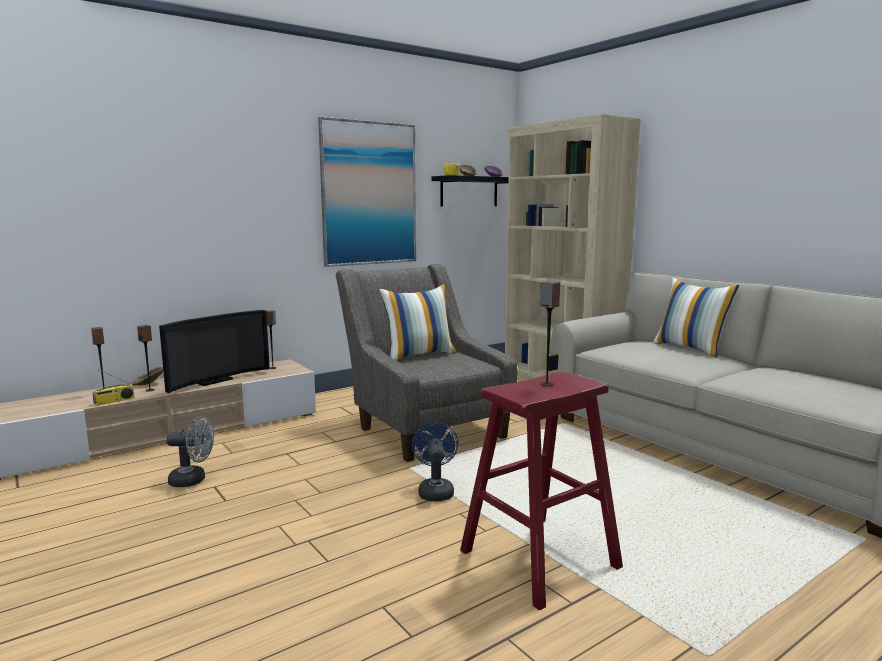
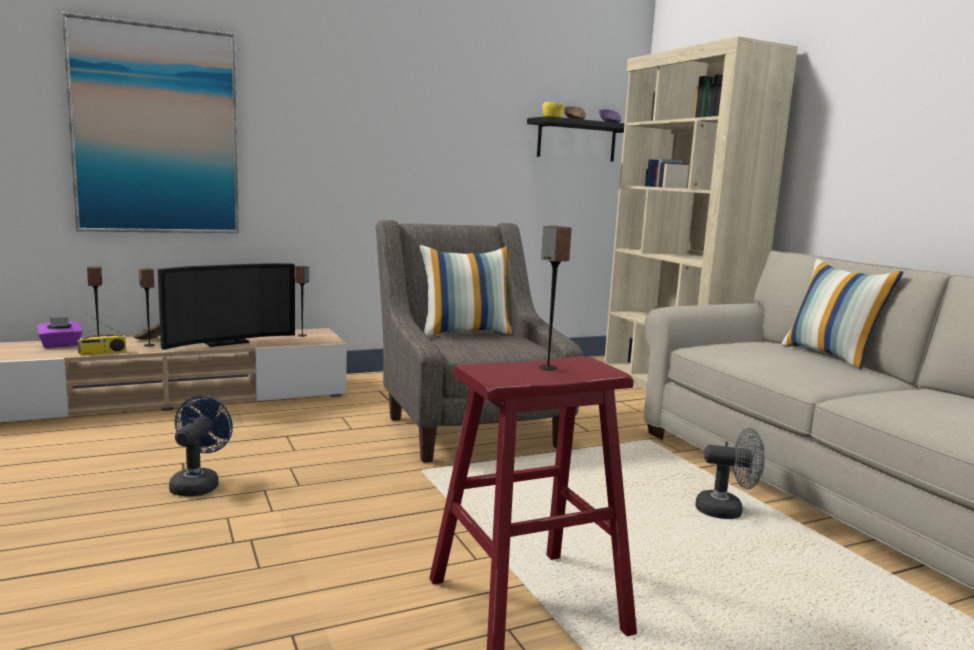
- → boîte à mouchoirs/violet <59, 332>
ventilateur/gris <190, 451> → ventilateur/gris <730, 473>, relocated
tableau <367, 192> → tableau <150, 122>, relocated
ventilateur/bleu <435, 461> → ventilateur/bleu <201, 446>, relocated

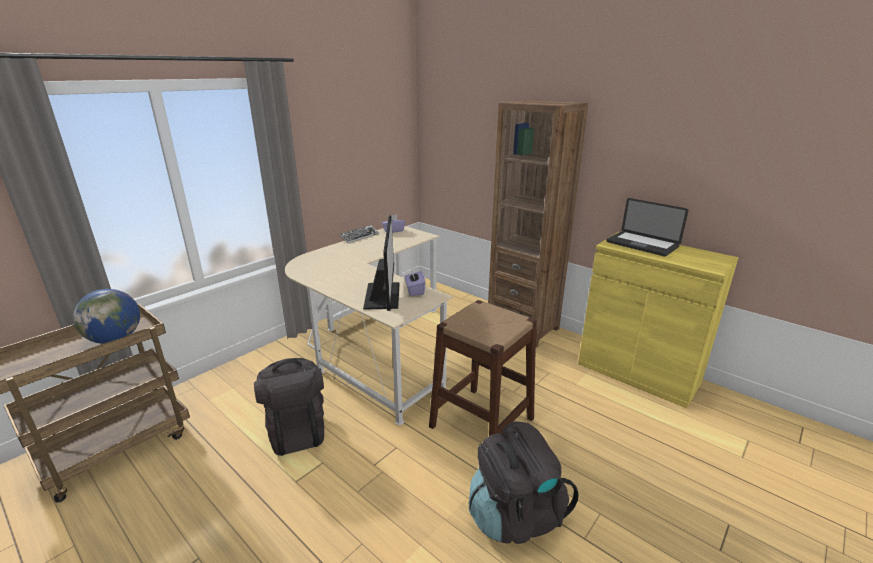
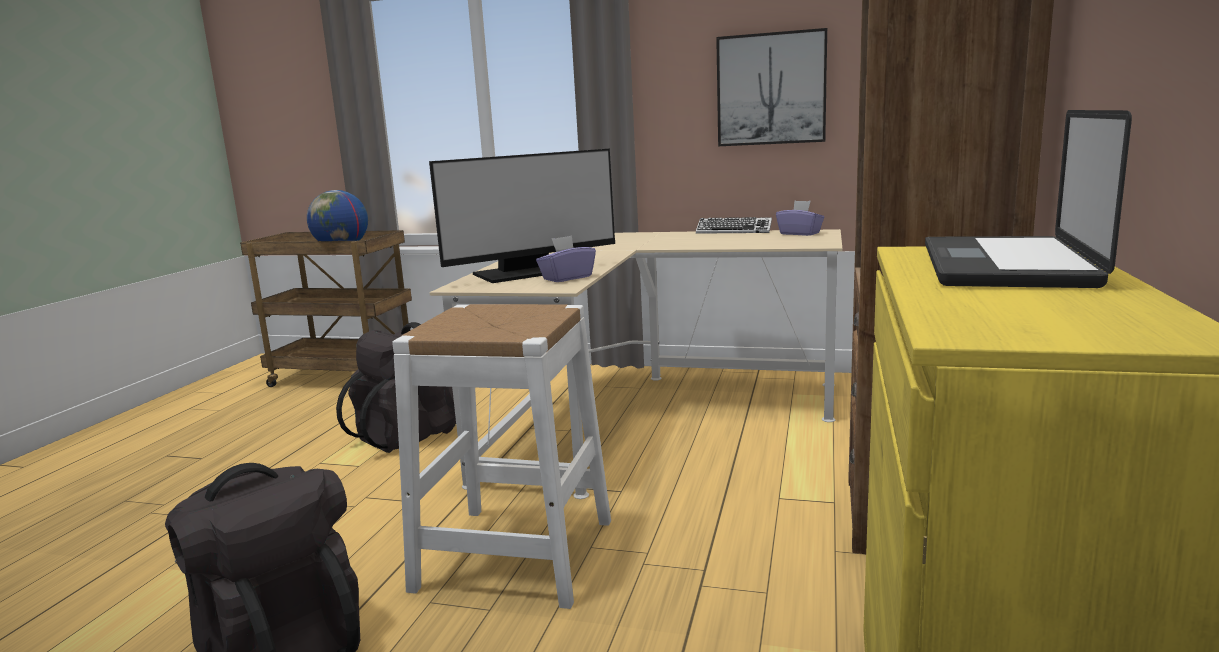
- → tableau <771, 87>
tabouret/marron <483, 368> → tabouret/blanc <501, 456>

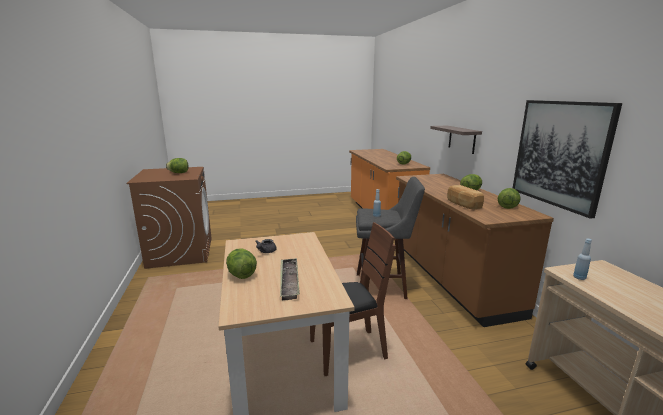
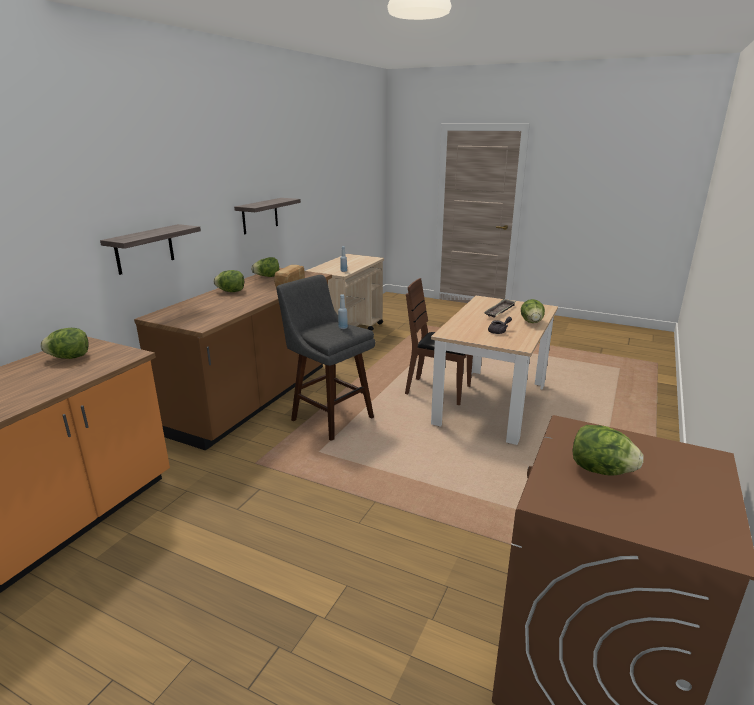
tableau <567, 159> → étagère <267, 216>

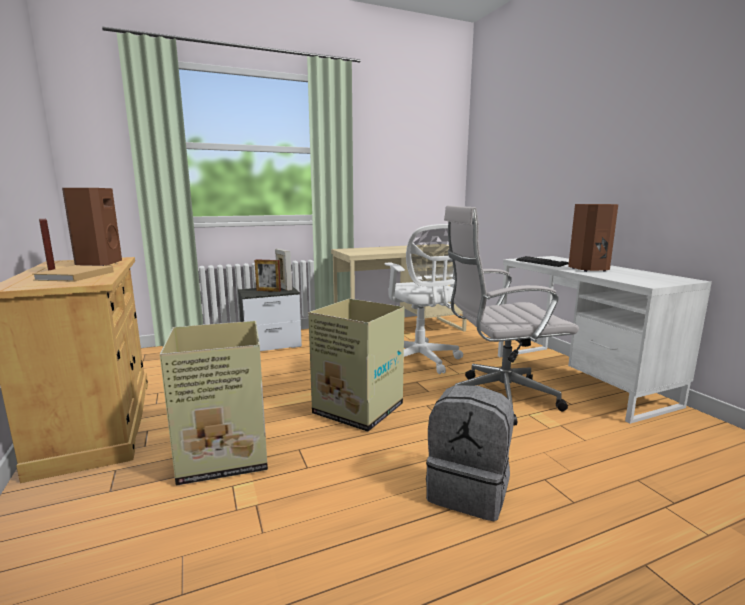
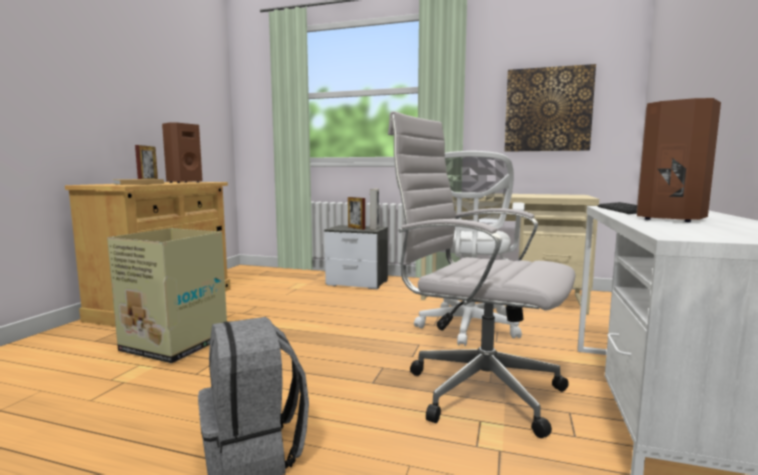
carton <356, 365> → -
- → tableau <550, 108>

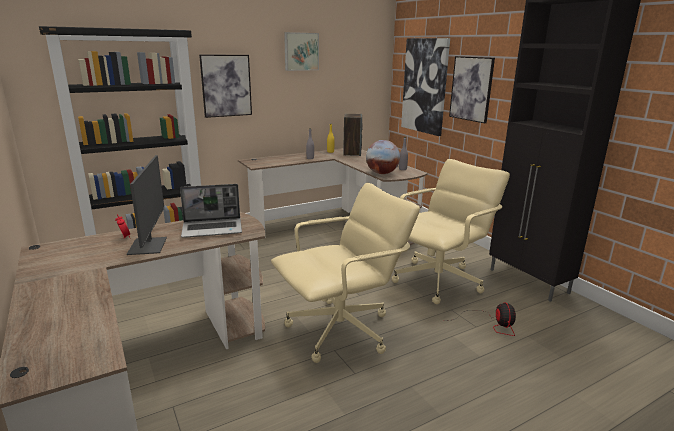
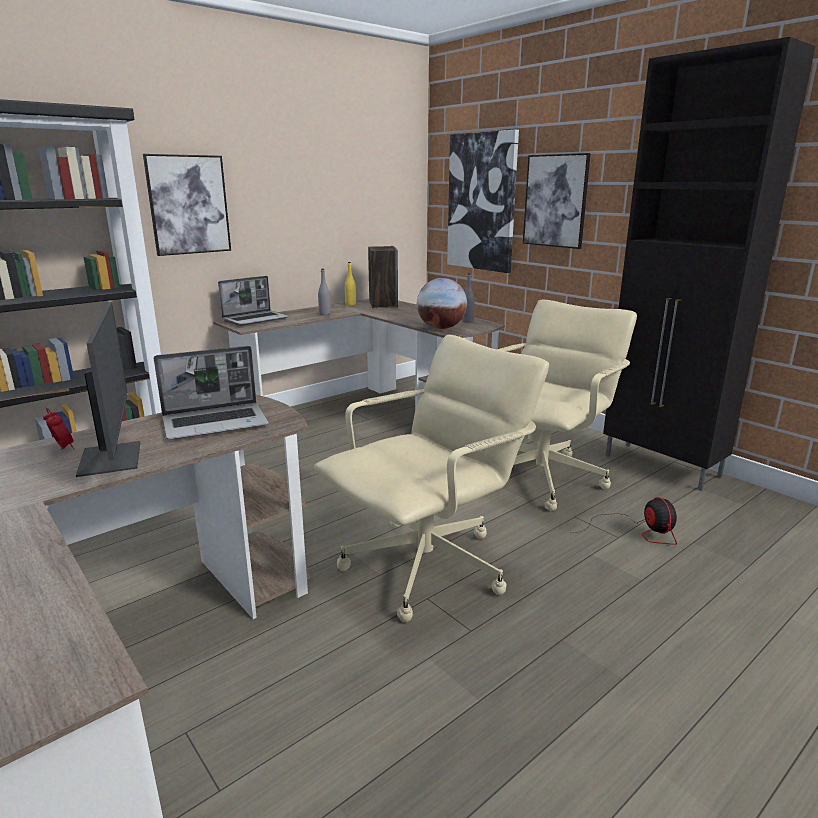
tableau <301, 51> → -
- → ordinateur portable <253, 301>

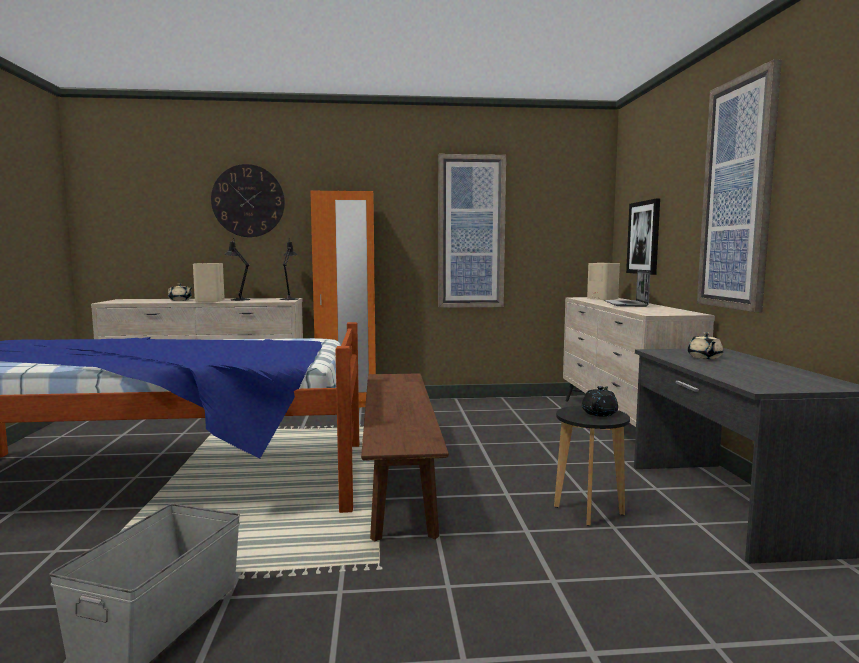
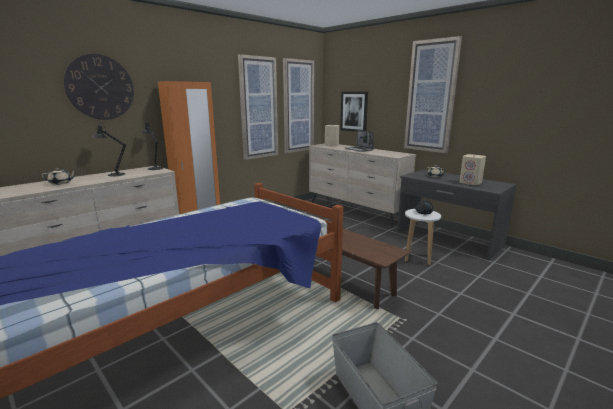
- → tableau <298, 105>
enceinte/beige <209, 282> → enceinte/beige <472, 169>, relocated
tabouret/noir <592, 466> → tabouret/blanc <423, 237>

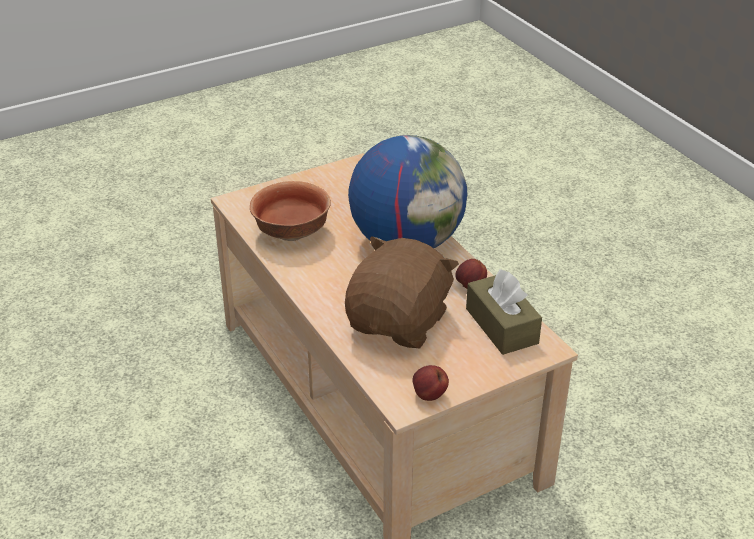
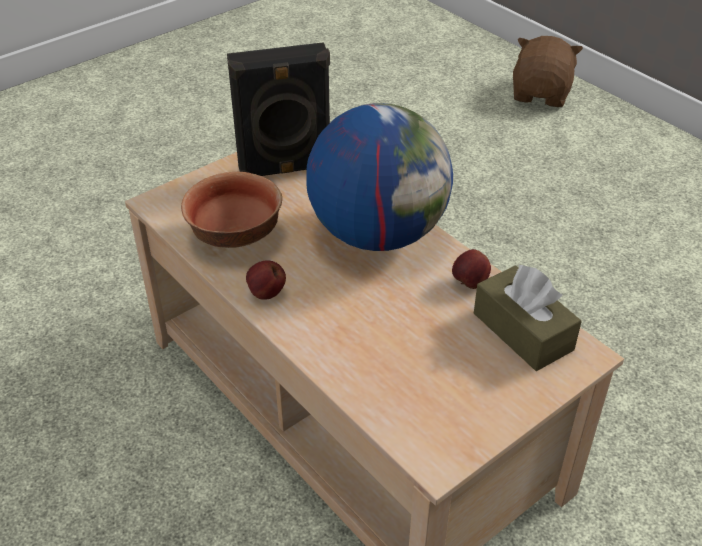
- → enceinte/noir <278, 109>
peluche/marron <402, 292> → peluche/marron <548, 71>, relocated
pomme <431, 383> → pomme <266, 280>, relocated

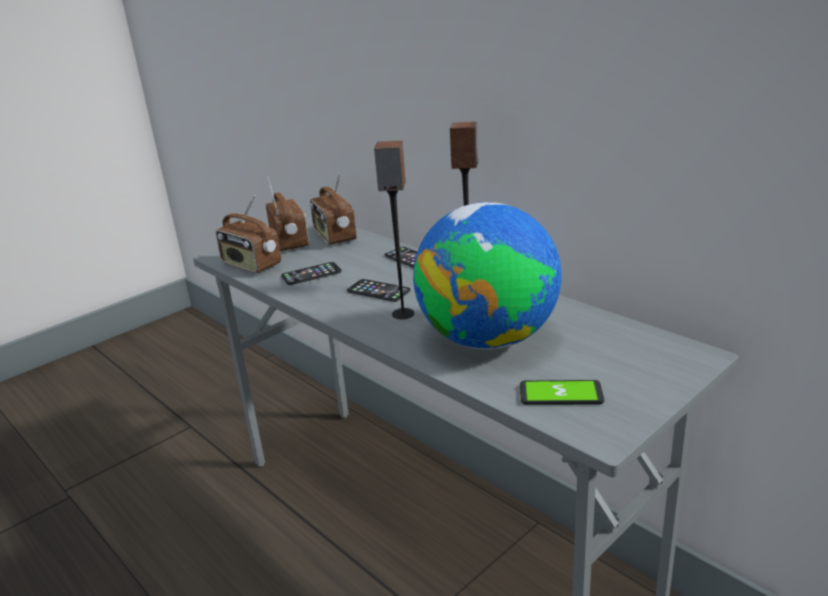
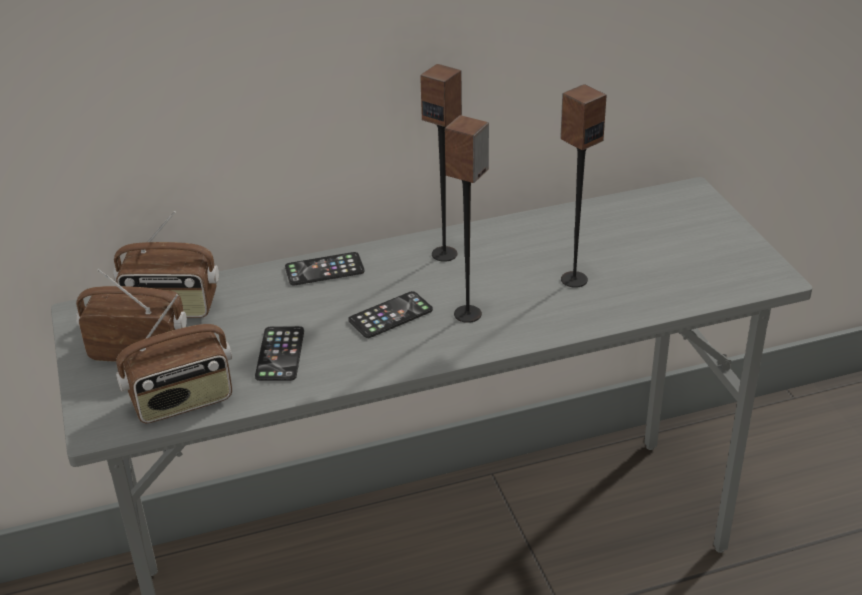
téléphone <562, 392> → -
globe <487, 276> → enceinte <583, 186>

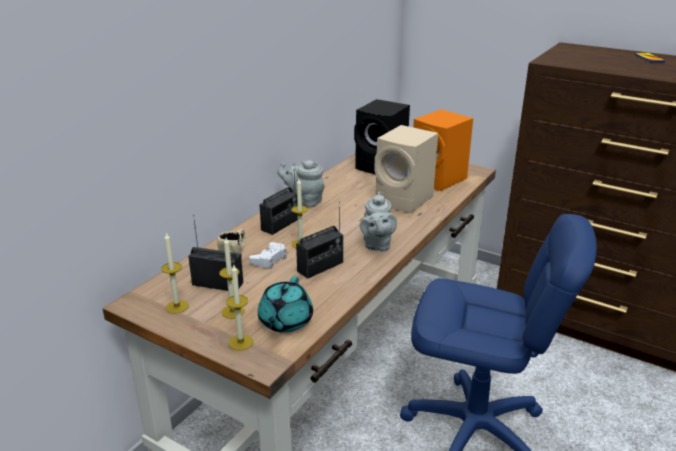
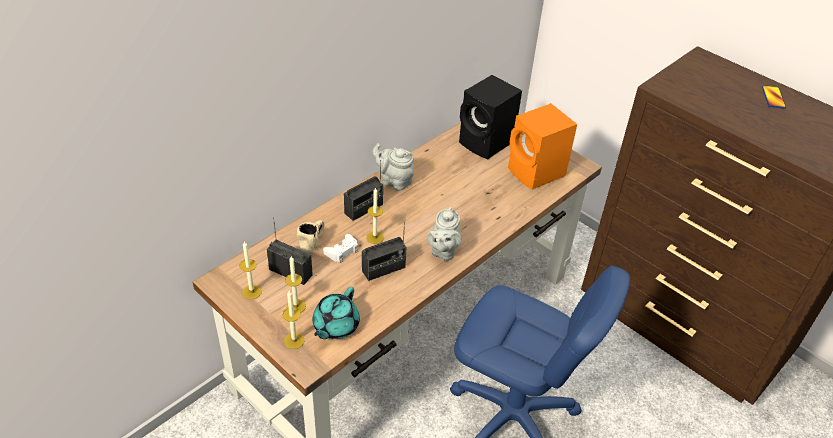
enceinte/beige <406, 169> → -

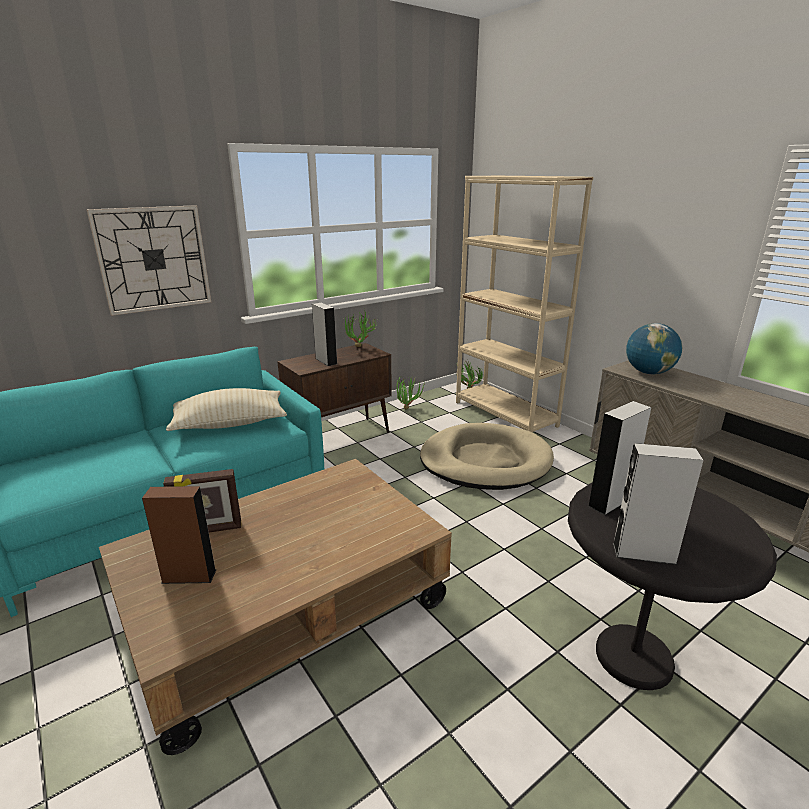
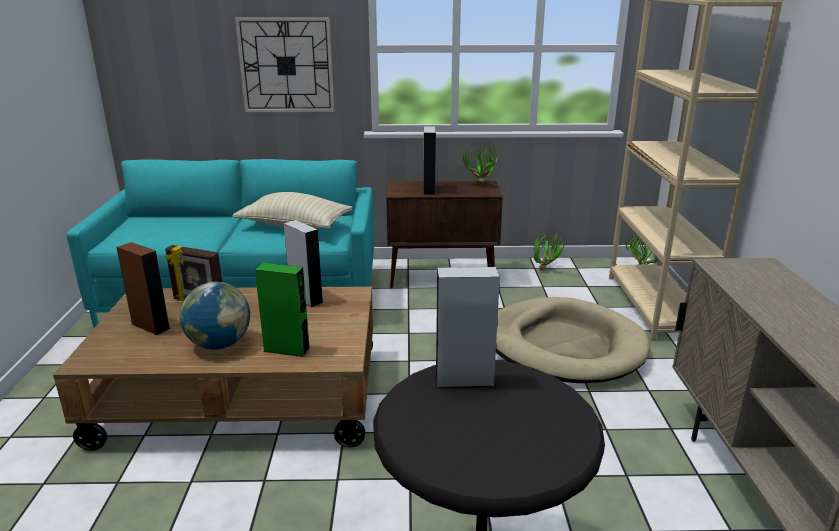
- → enceinte/vert <282, 310>
enceinte/gris <658, 504> → enceinte/gris <304, 263>, relocated
globe <654, 348> → globe <215, 315>, relocated

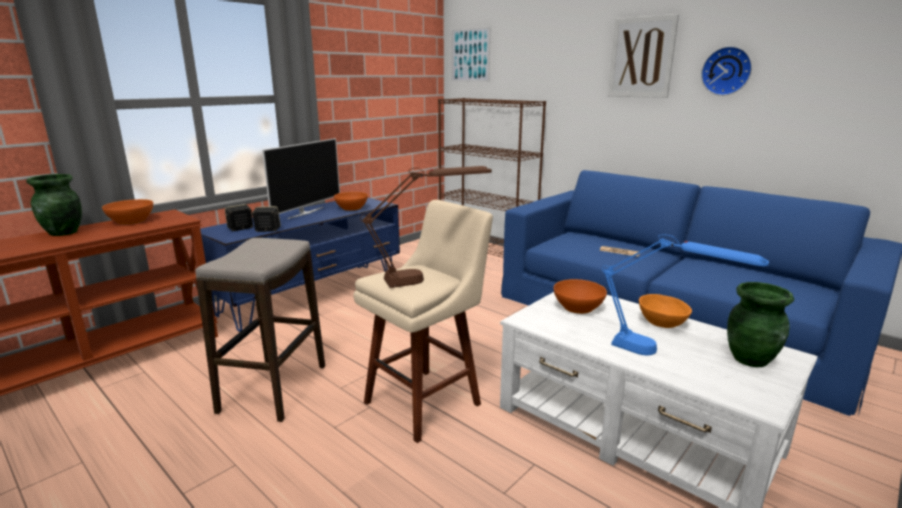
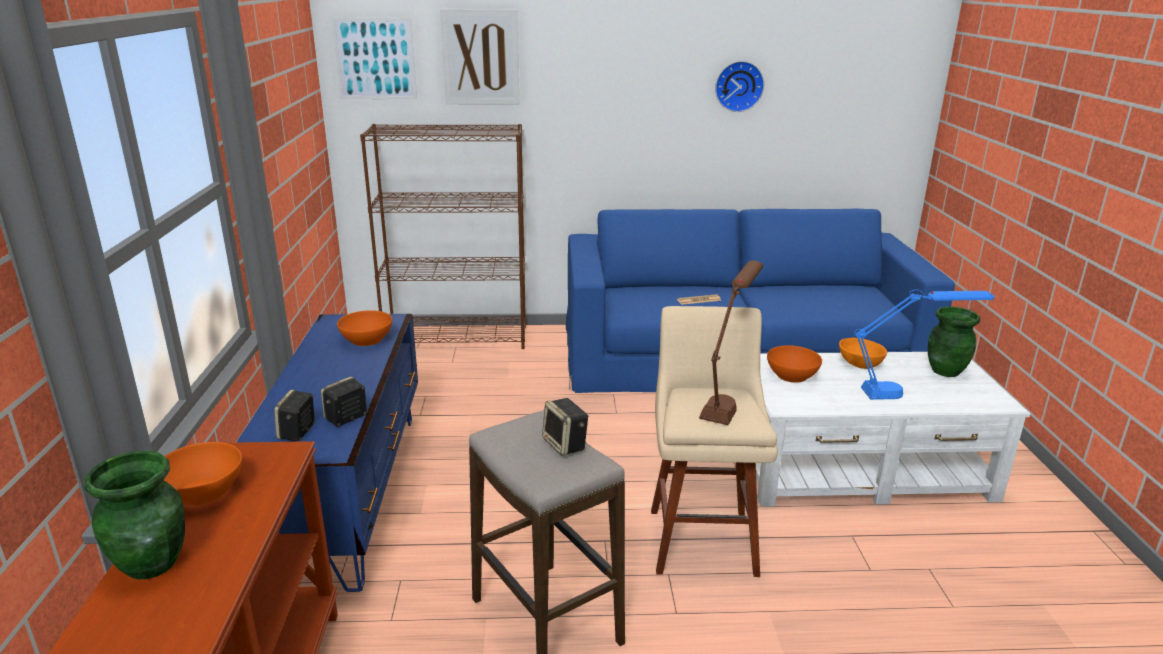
téléviseur <301, 178> → -
- → enceinte <565, 427>
tableau <643, 56> → tableau <479, 57>, relocated

